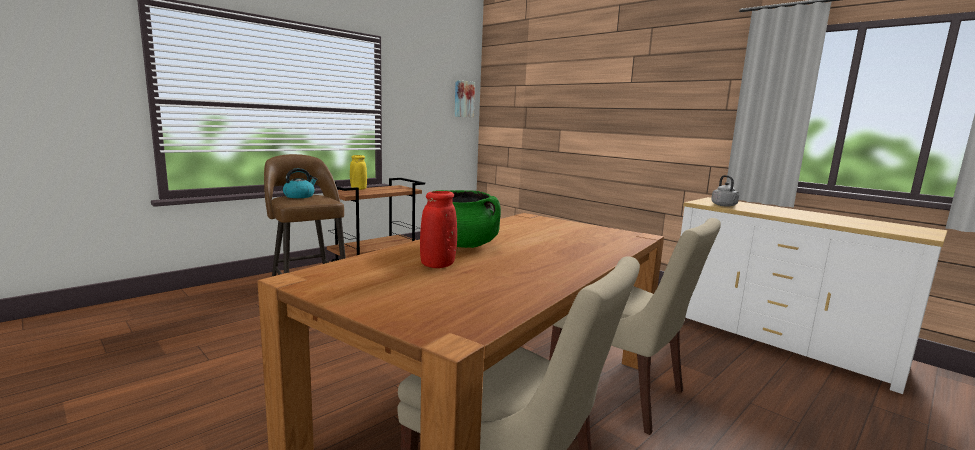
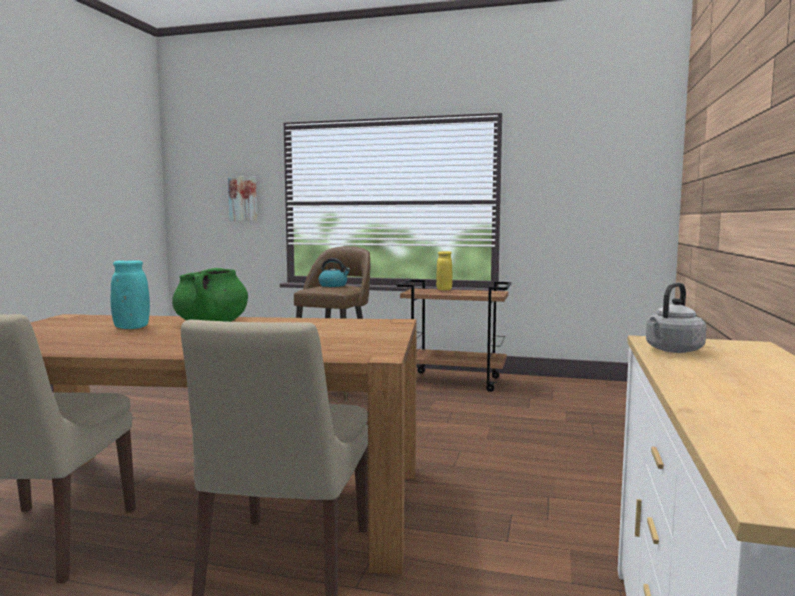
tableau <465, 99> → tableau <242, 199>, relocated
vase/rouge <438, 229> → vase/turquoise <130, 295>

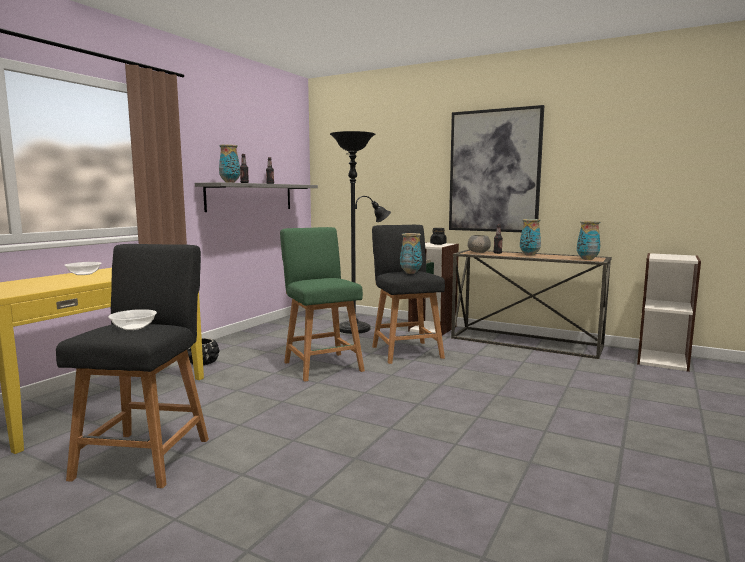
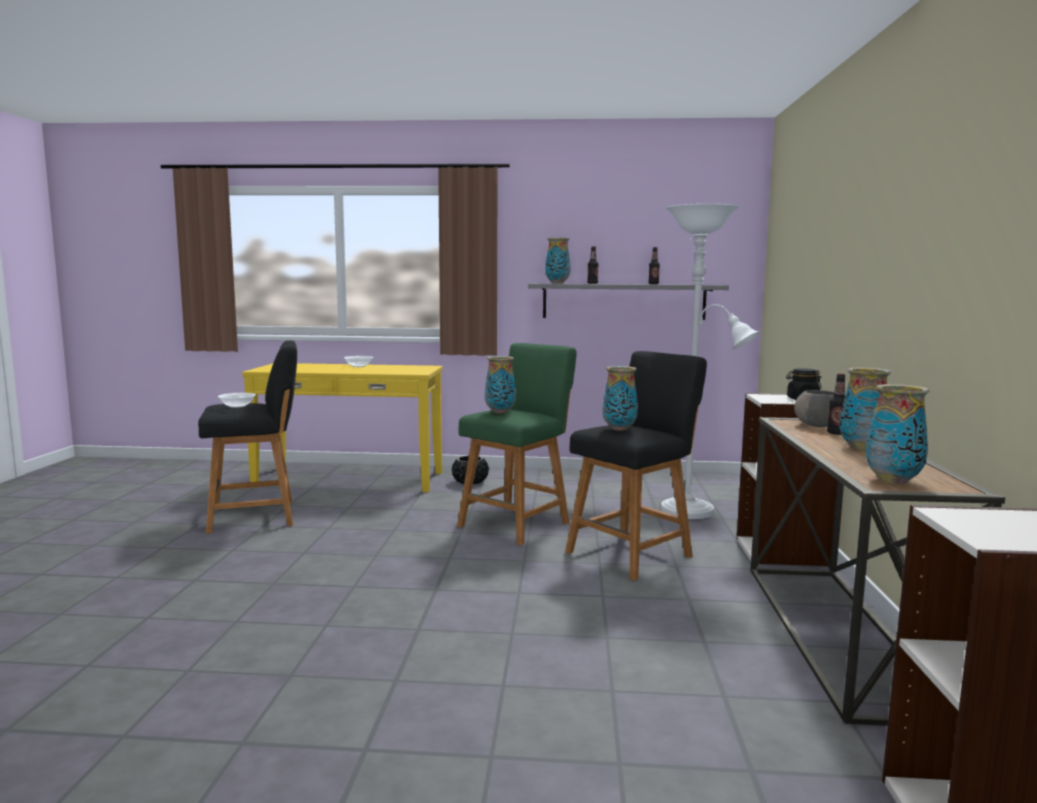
tableau <496, 168> → -
- → vase <500, 385>
lampadaire/noir <360, 232> → lampadaire/blanc <710, 361>

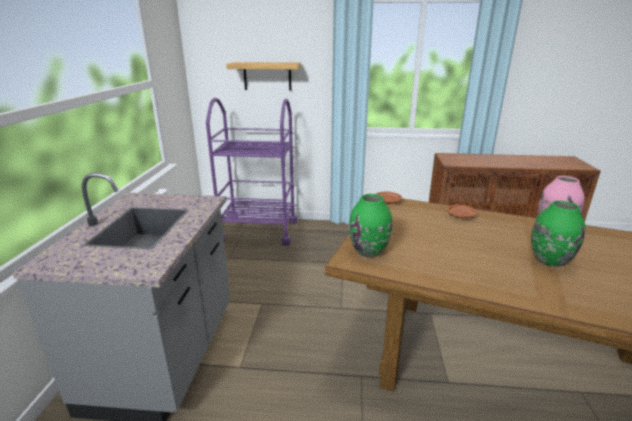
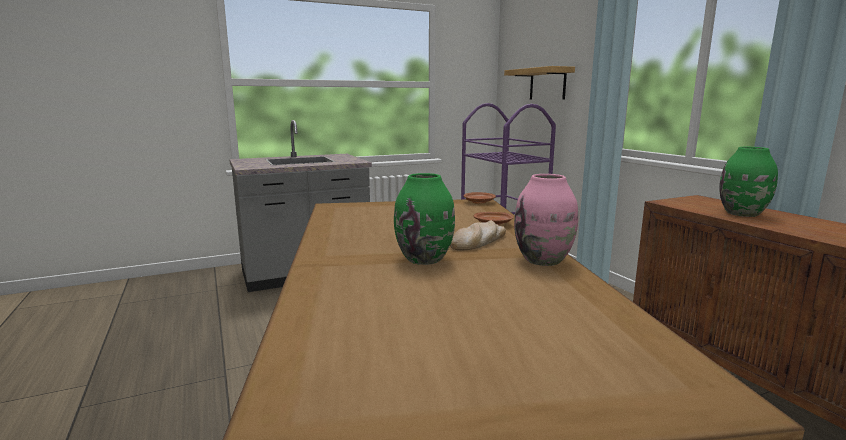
- → pain <478, 235>
vase/vert <370, 226> → vase/vert <748, 182>, relocated

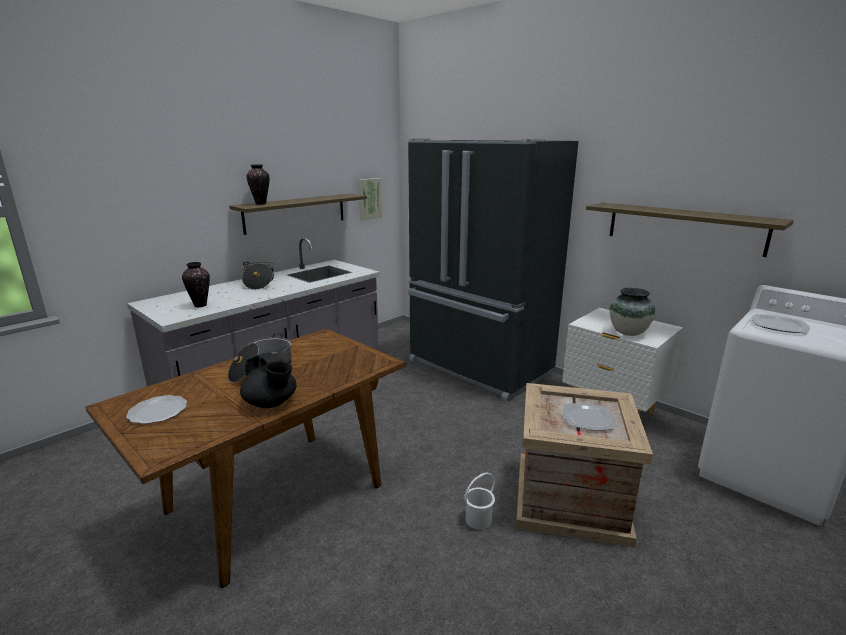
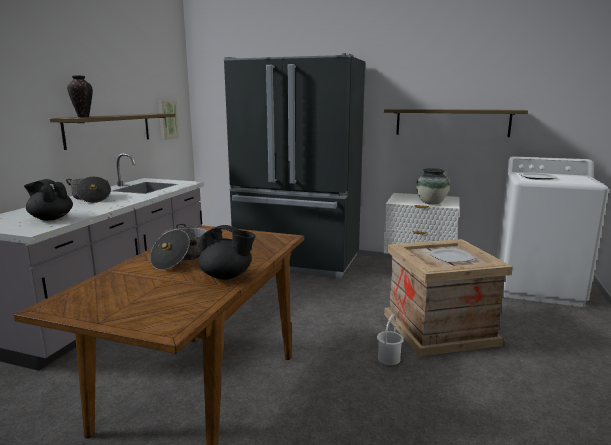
assiette <156, 409> → -
vase <196, 284> → théière/noir <48, 200>

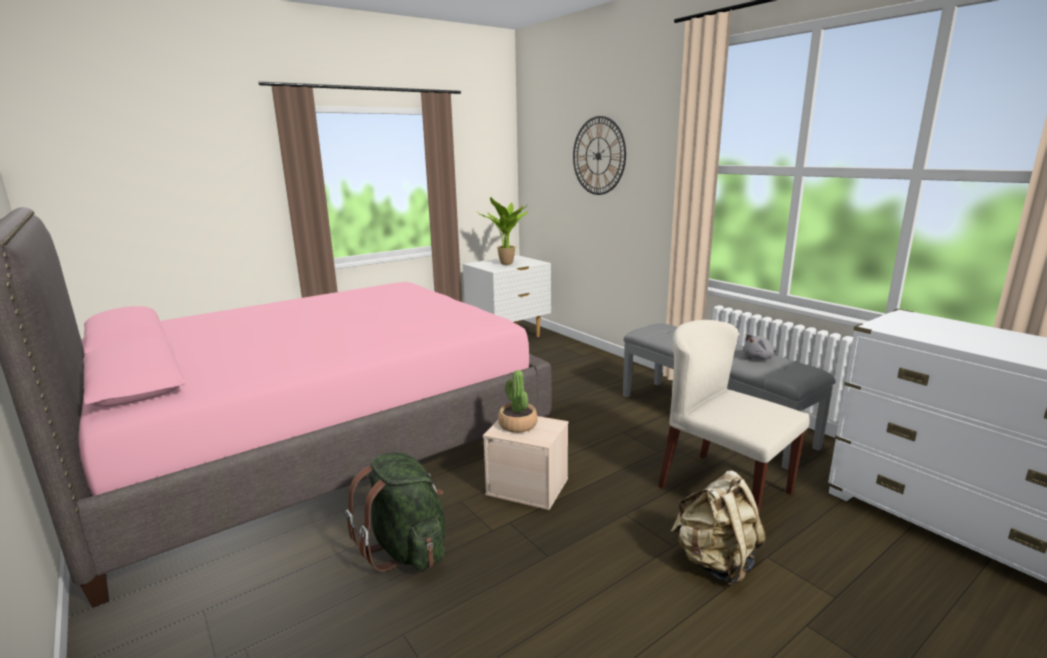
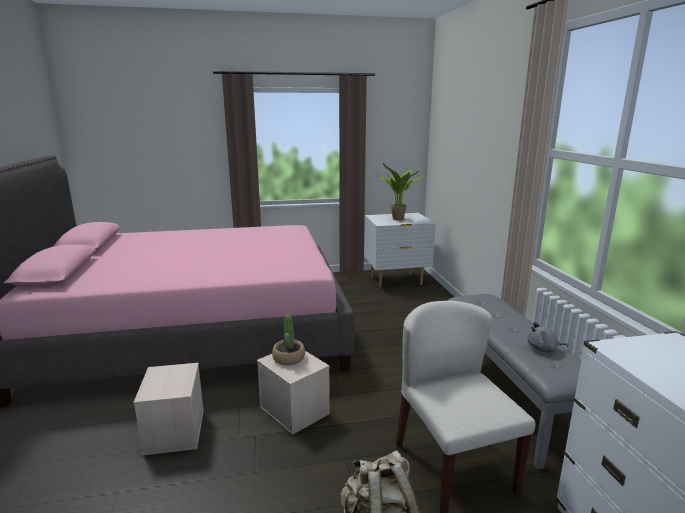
horloge murale <599, 155> → -
sac à dos/vert <395, 511> → boîte de rangement/beige <169, 409>

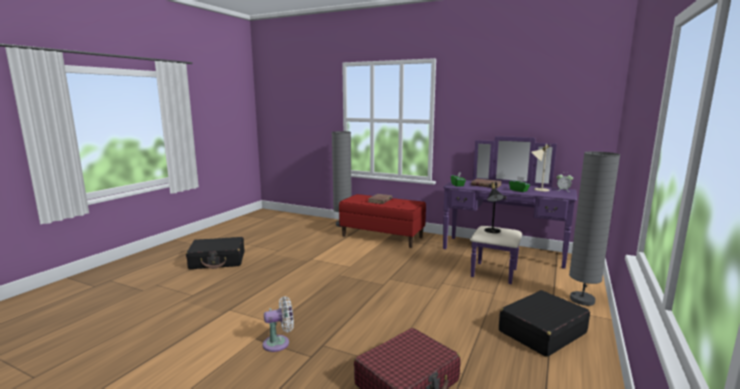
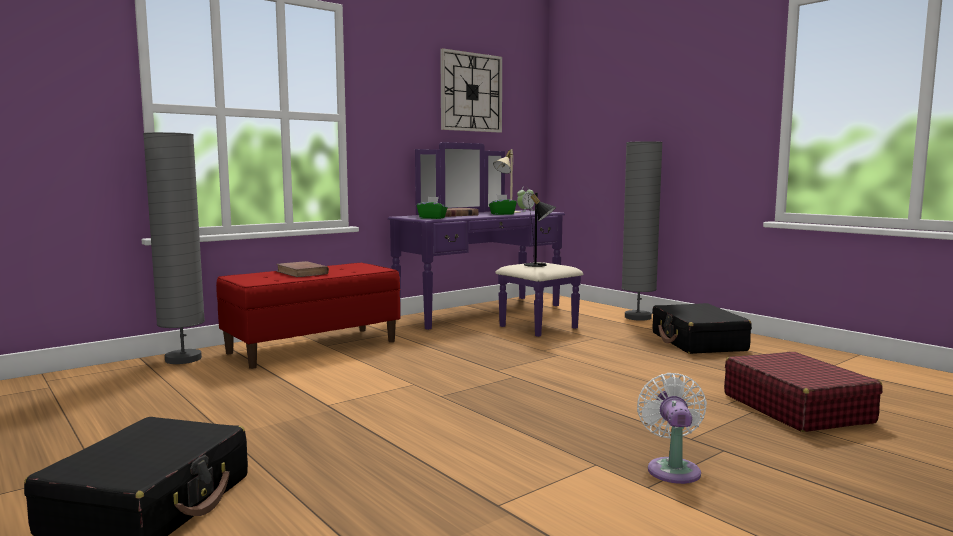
- → horloge murale <471, 90>

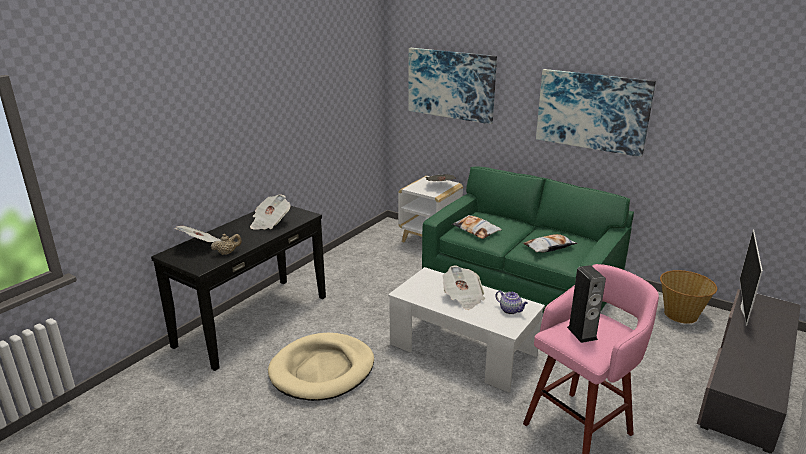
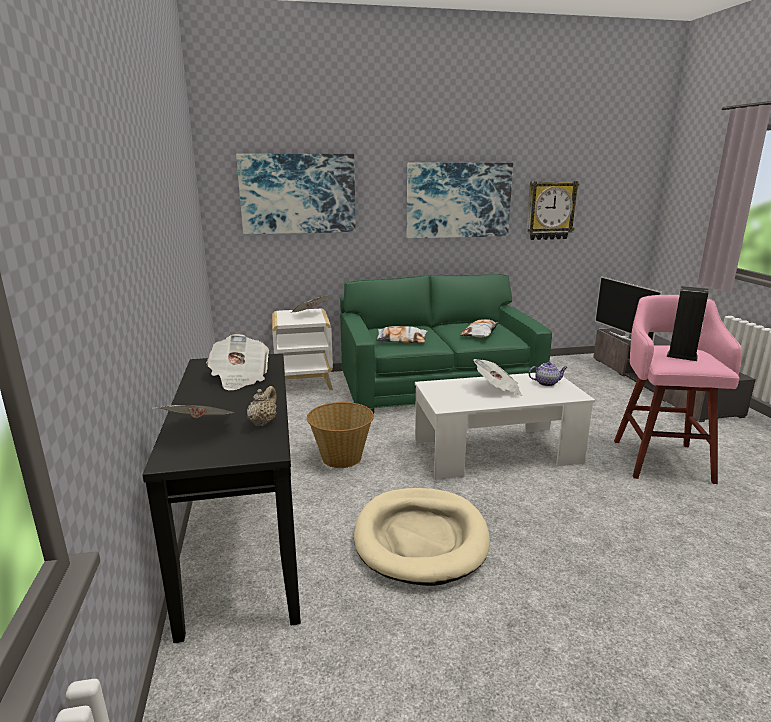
- → horloge murale <553, 210>
panier <688, 297> → panier <340, 435>, relocated

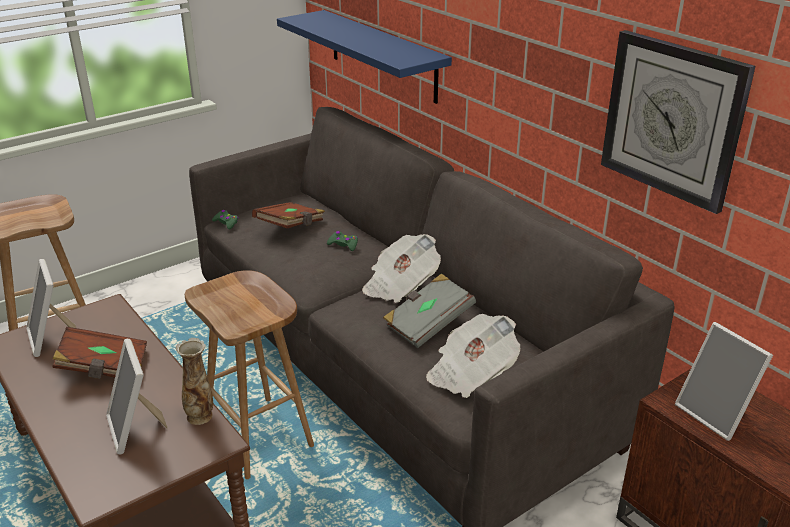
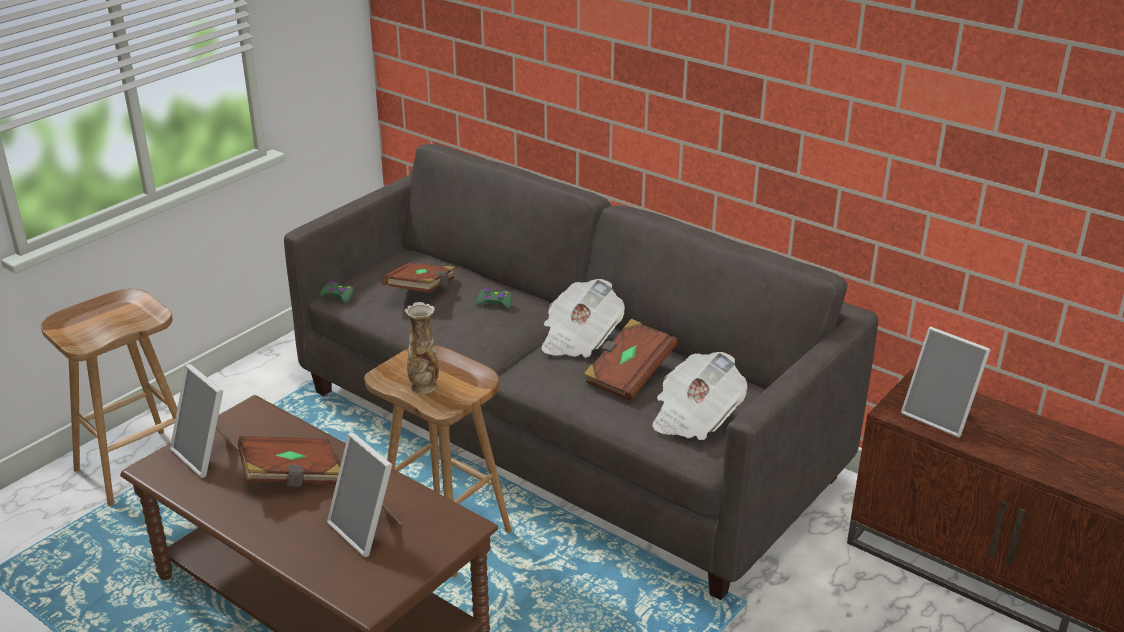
étagère/bleu <364, 57> → -
horloge murale <678, 122> → -
vase <194, 381> → vase <422, 348>, relocated
livre/gris <429, 310> → livre/marron <630, 359>

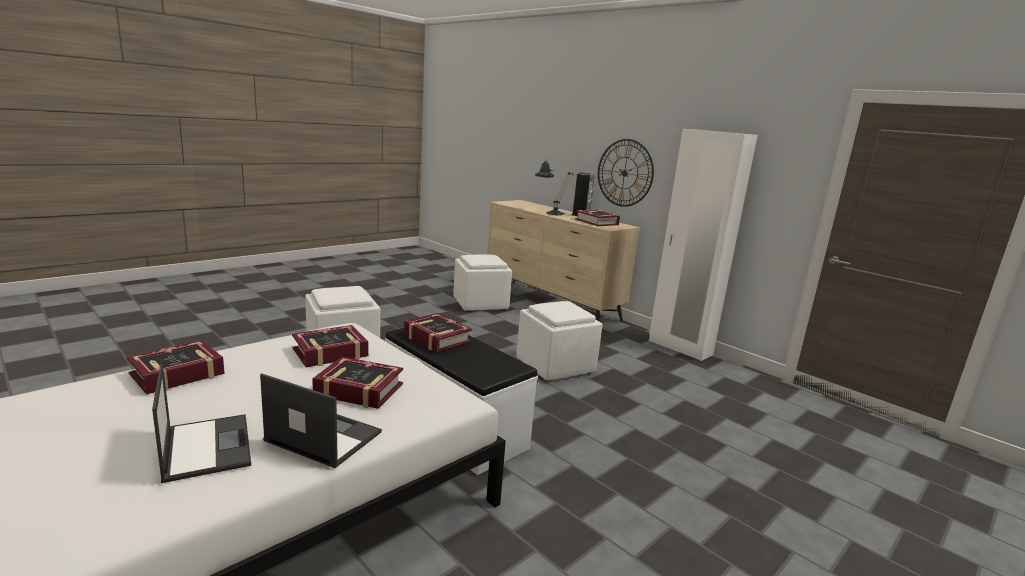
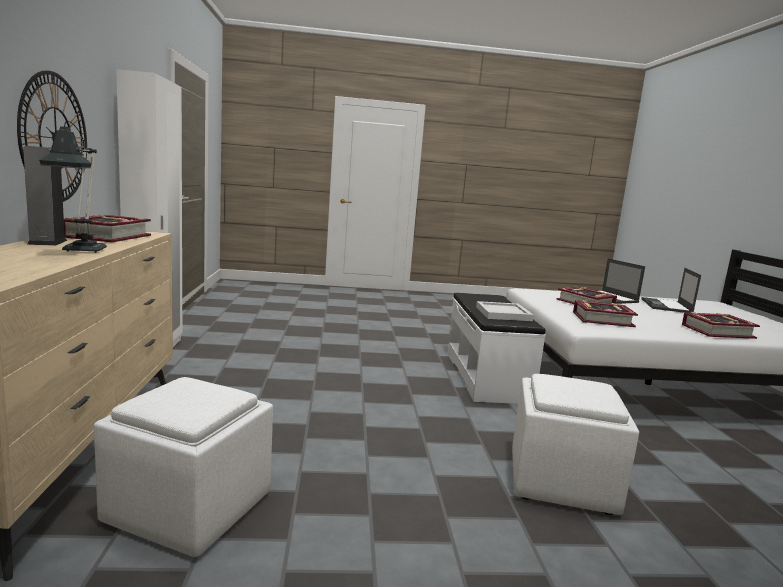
pouf/blanc <559, 341> → -
livre <438, 333> → plateau/blanc <505, 311>

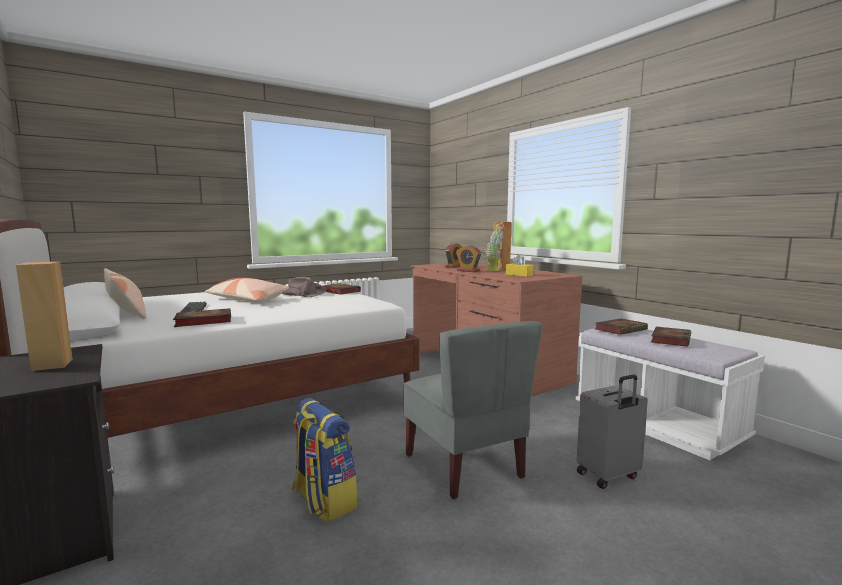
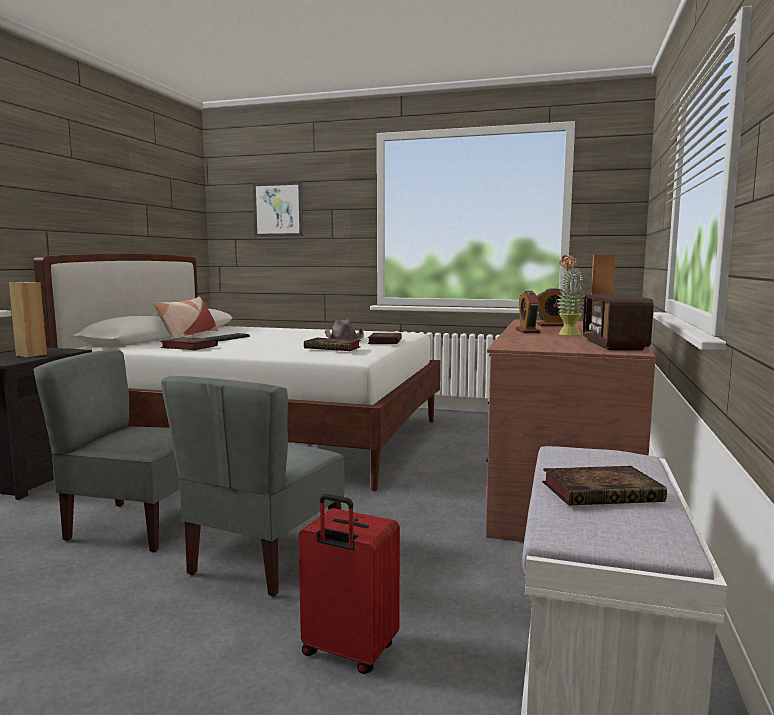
coussin <247, 290> → -
boîte à mouchoirs/jaune <520, 266> → -
- → tableau <277, 209>
- → radio <618, 322>
livre <621, 326> → livre <332, 344>, relocated
sac à dos <325, 460> → chaise/gris <106, 451>
valise/gris <612, 431> → valise/rouge <349, 584>

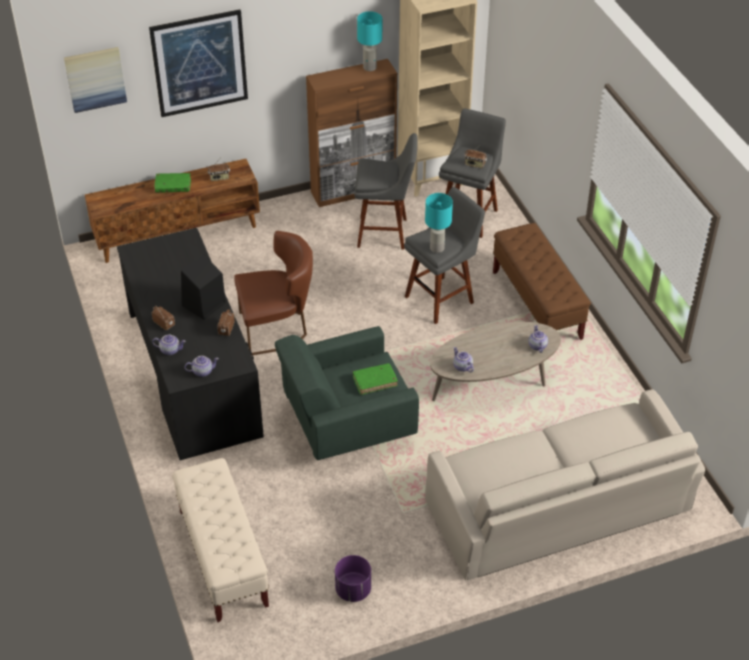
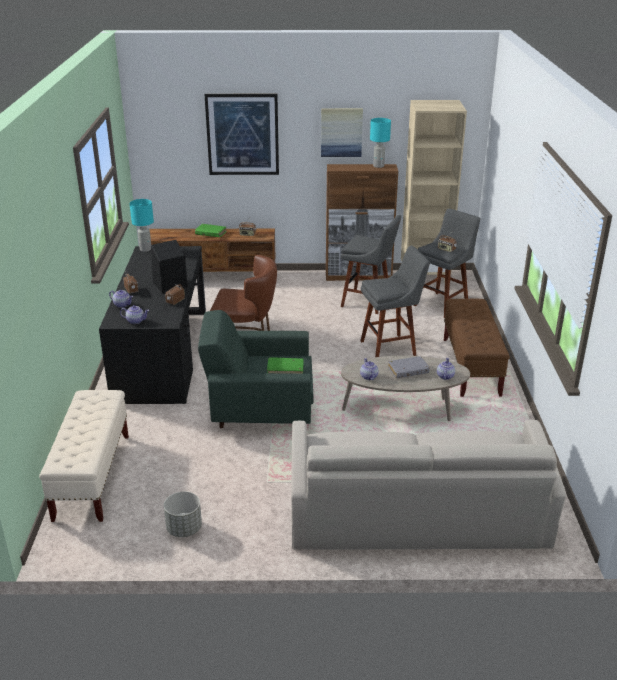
- → livre/gris <409, 367>
tableau <95, 80> → tableau <342, 132>, relocated
lampe de table/turquoise <439, 223> → lampe de table/turquoise <142, 225>, relocated
cache-pot/violet <353, 578> → cache-pot/gris <183, 514>

